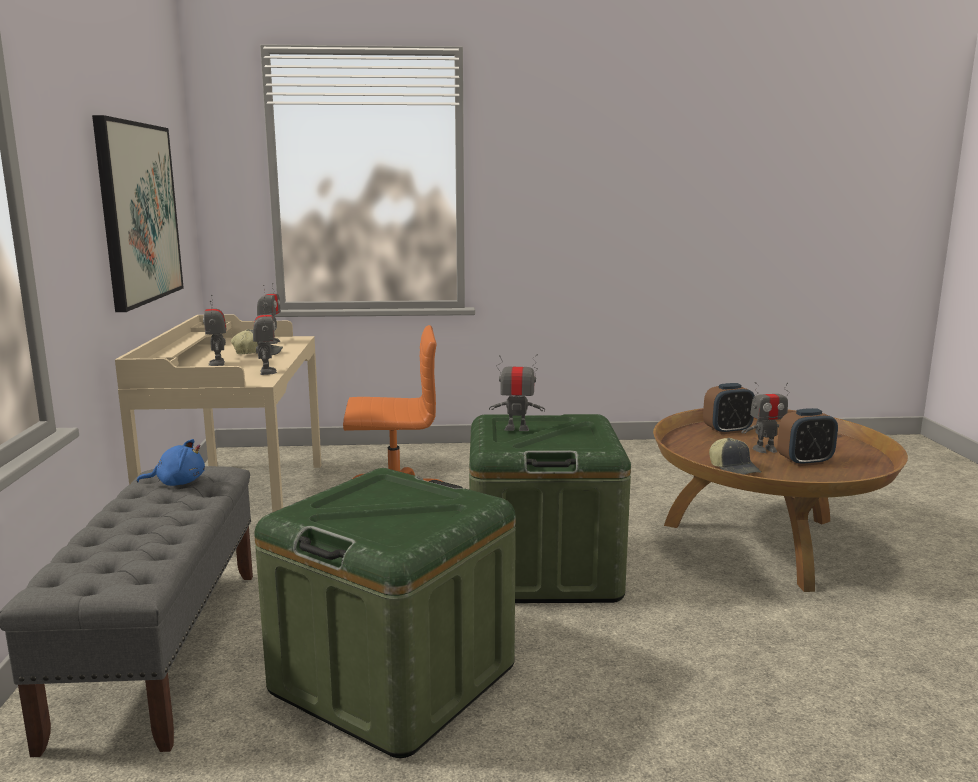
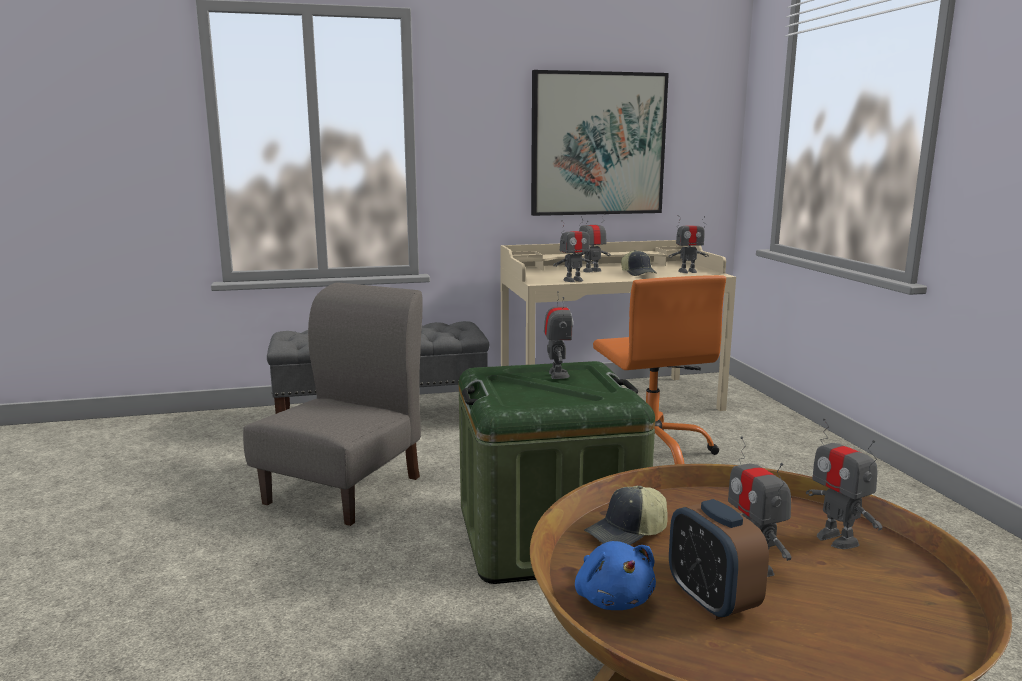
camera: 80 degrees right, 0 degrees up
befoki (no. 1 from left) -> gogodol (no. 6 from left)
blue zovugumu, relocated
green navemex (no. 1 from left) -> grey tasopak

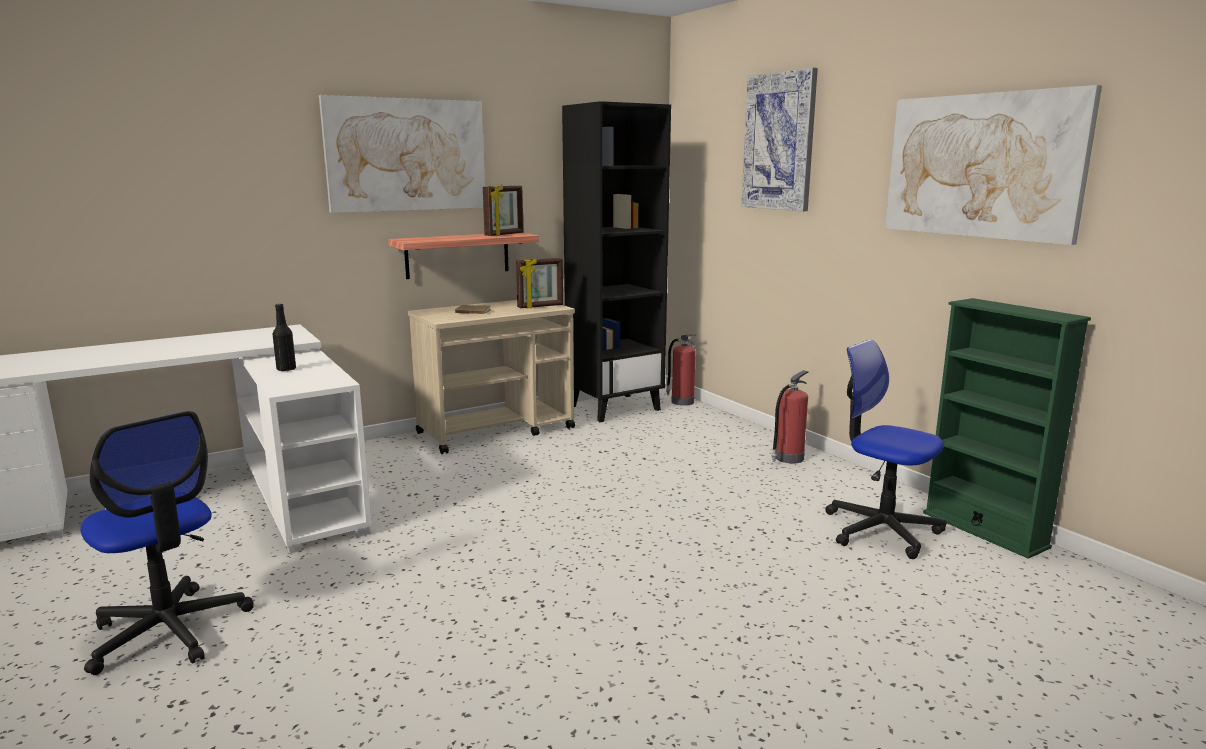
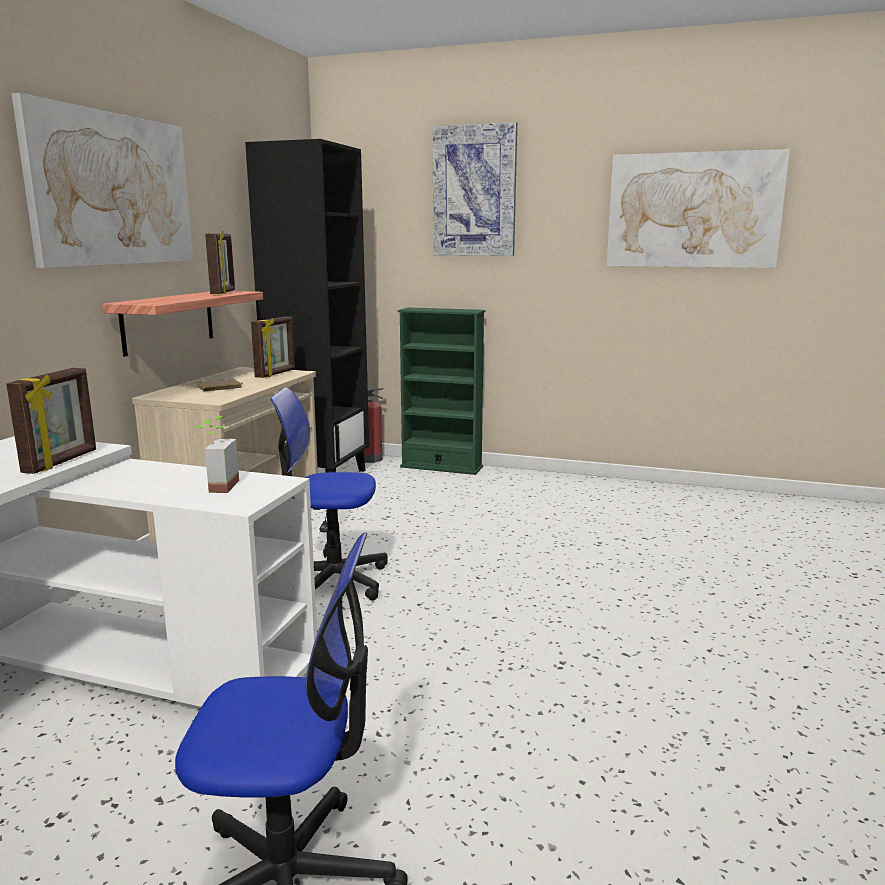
camera: 40 degrees left, 0 degrees up
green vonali, relocated
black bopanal -> none
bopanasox (no. 2 from left), relocated
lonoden (no. 2 from left) -> none
none -> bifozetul (no. 1 from left)
none -> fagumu

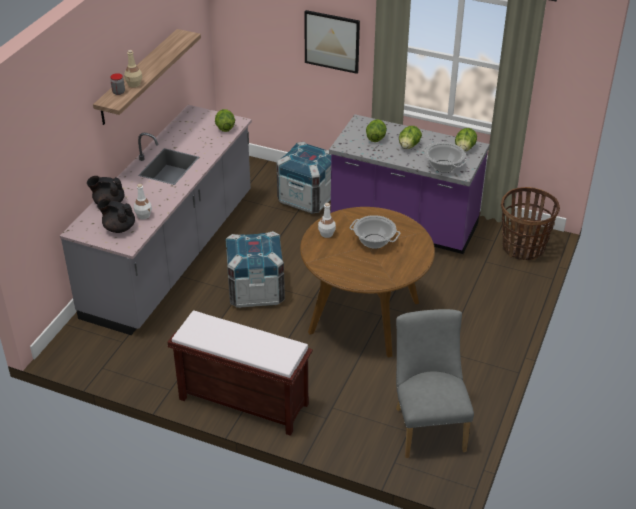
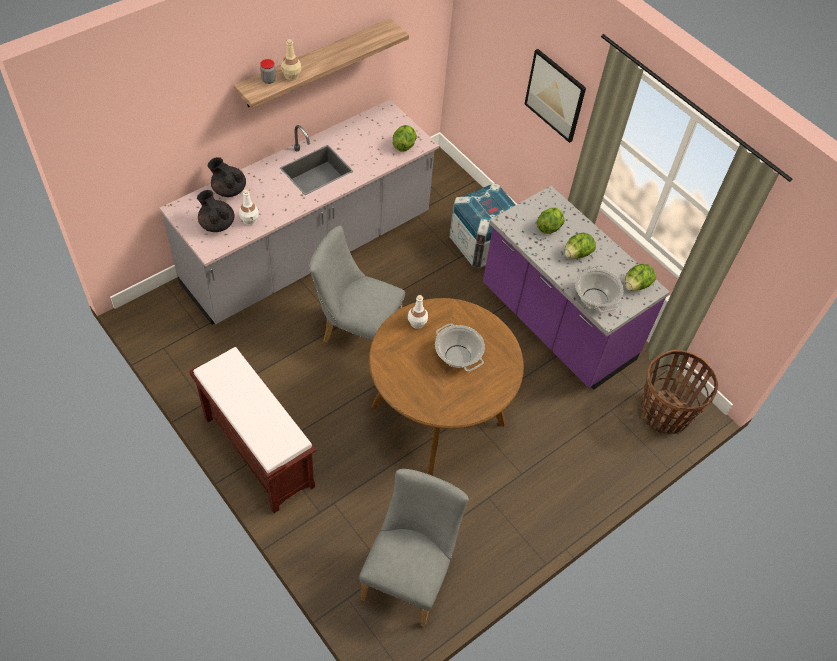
camera: 25 degrees right, 15 degrees up
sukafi (no. 1 from left) -> grey tasopak (no. 1 from left)

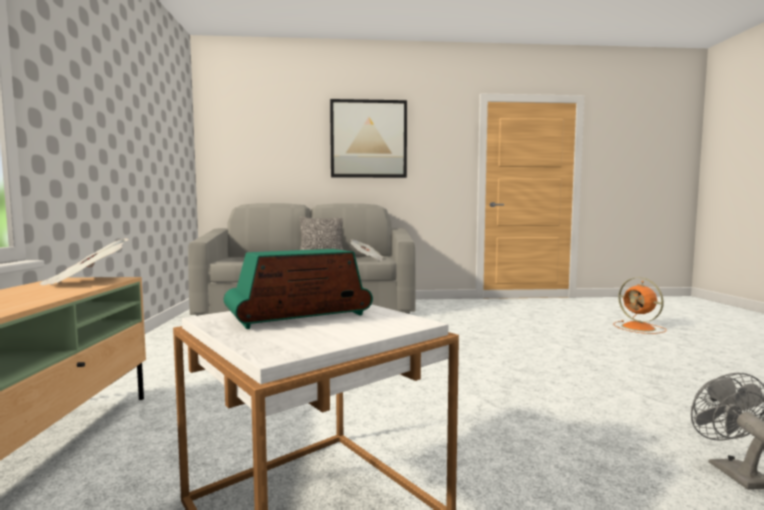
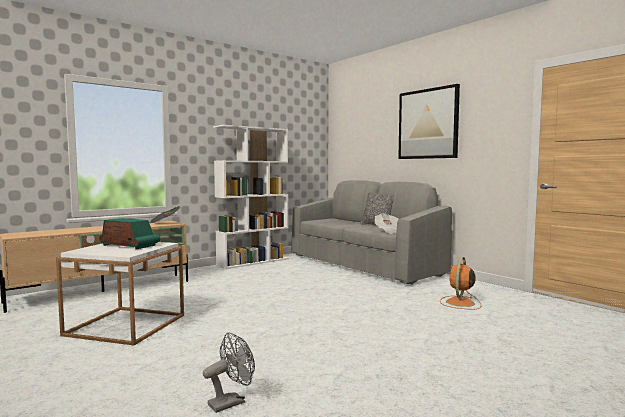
camera: 55 degrees right, 0 degrees up
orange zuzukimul, relocated
none -> white vonali

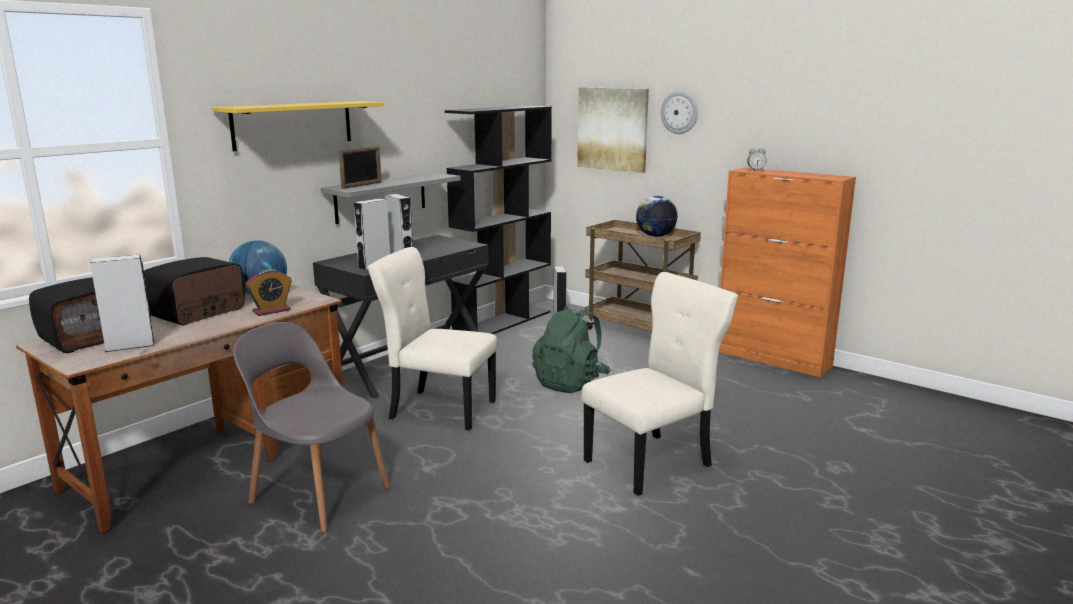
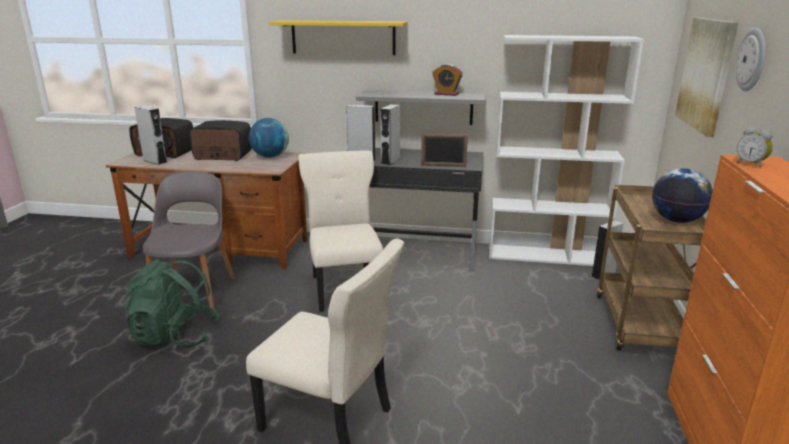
camera: 60 degrees right, 5 degrees up
black vonali -> white vonali
bifozetul, relocated
befoki (no. 1 from left), relocated
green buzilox, relocated

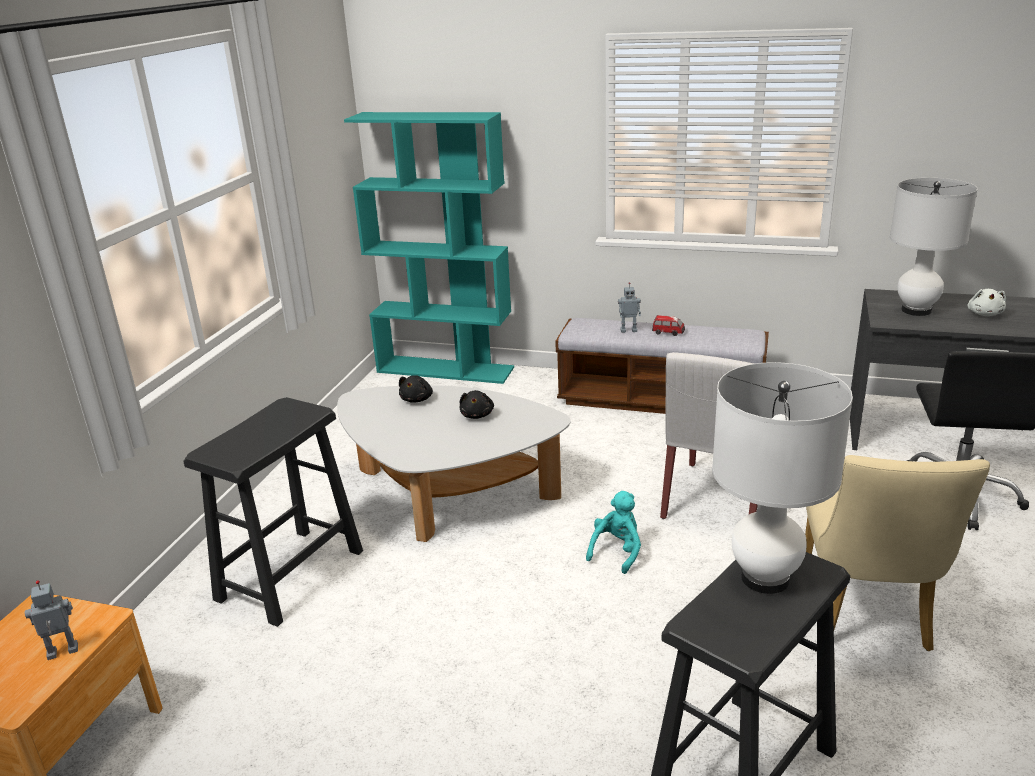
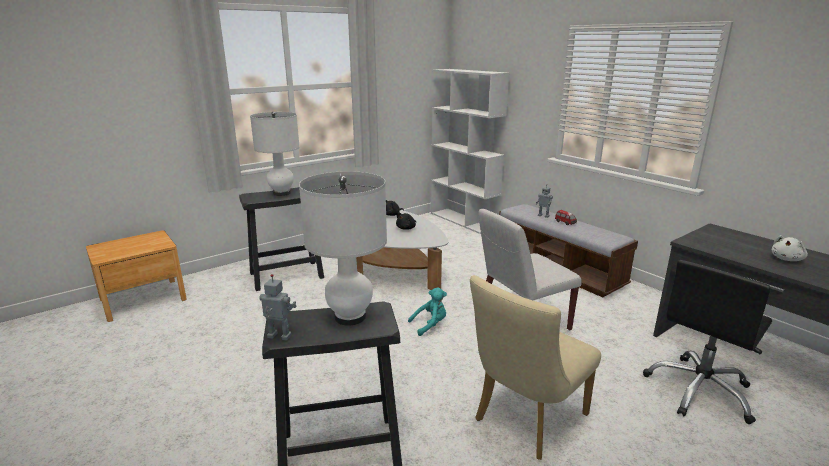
camera: 35 degrees right, 5 degrees down
turquoise vonali -> white vonali
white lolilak (no. 2 from left in the first image) -> white lolilak (no. 1 from left), relocated
gogodol (no. 1 from left), relocated

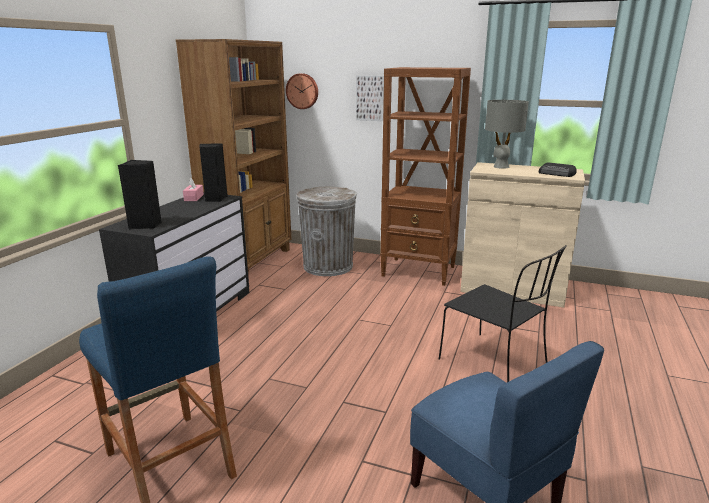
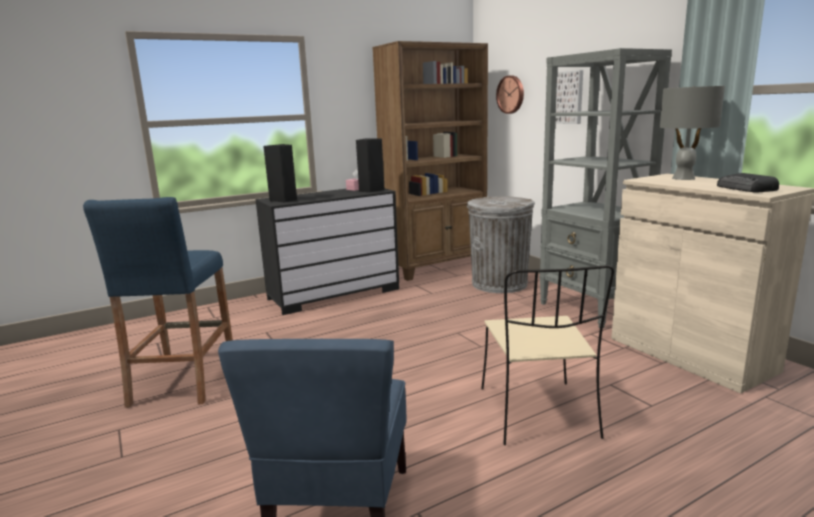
camera: 40 degrees right, 5 degrees down
brown vonali (no. 2 from left) -> grey vonali
black tasopak -> beige tasopak

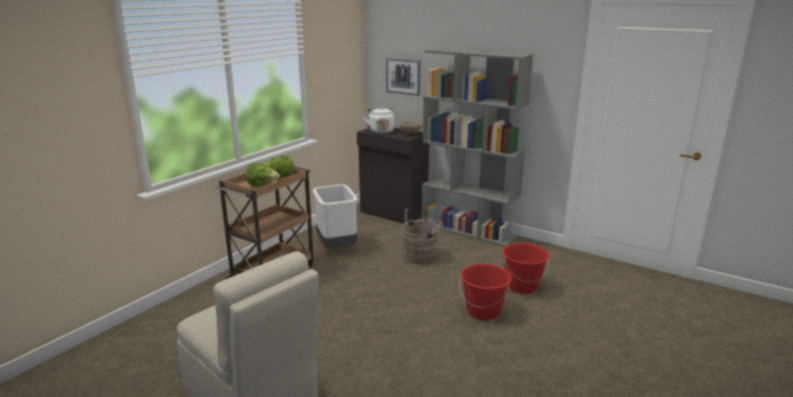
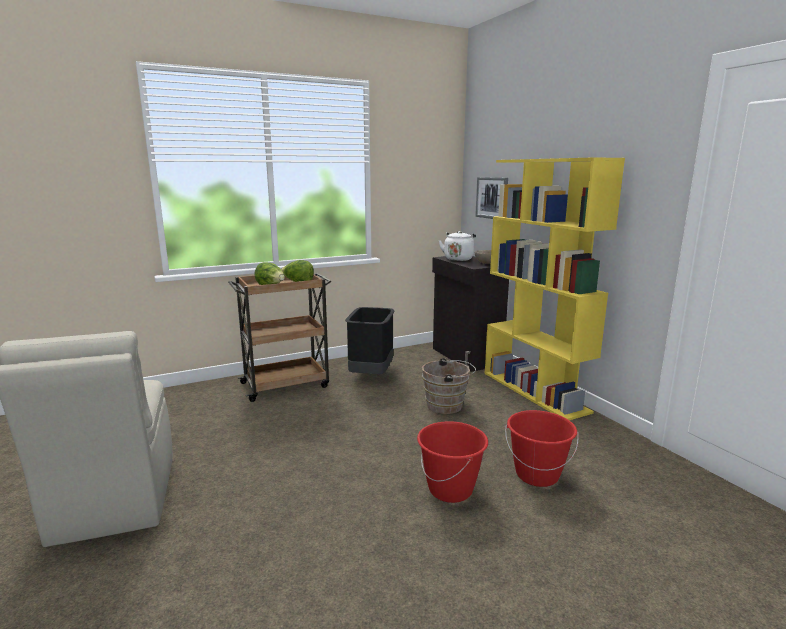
camera: 30 degrees right, 5 degrees down
grey vonali -> yellow vonali
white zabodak -> black zabodak

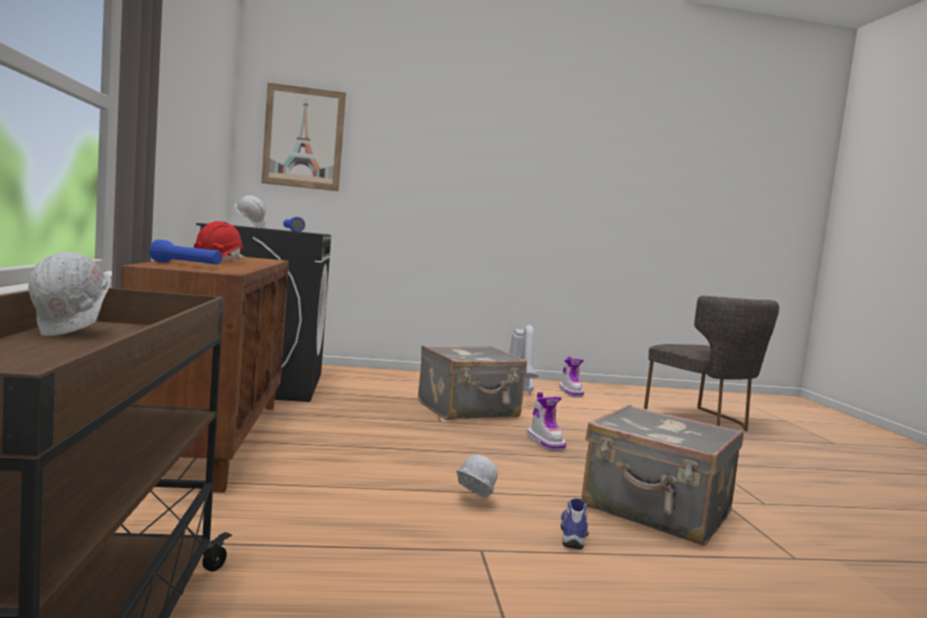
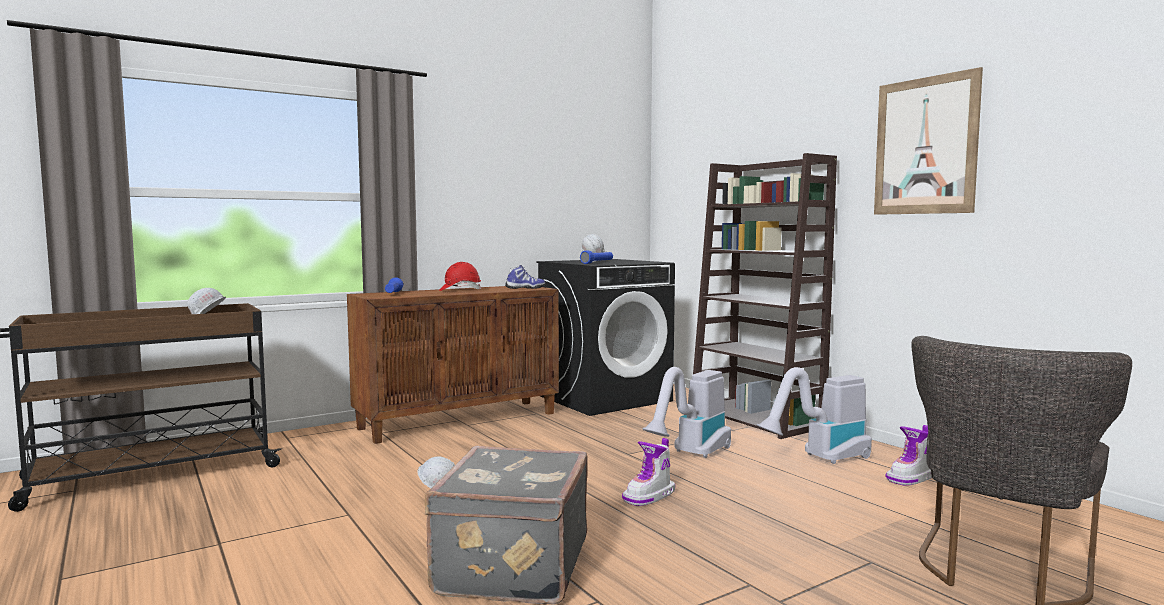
camera: 65 degrees right, 0 degrees up
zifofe, relocated
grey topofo (no. 1 from left) -> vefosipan (no. 1 from left)
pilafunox, relocated
none -> brown vonali

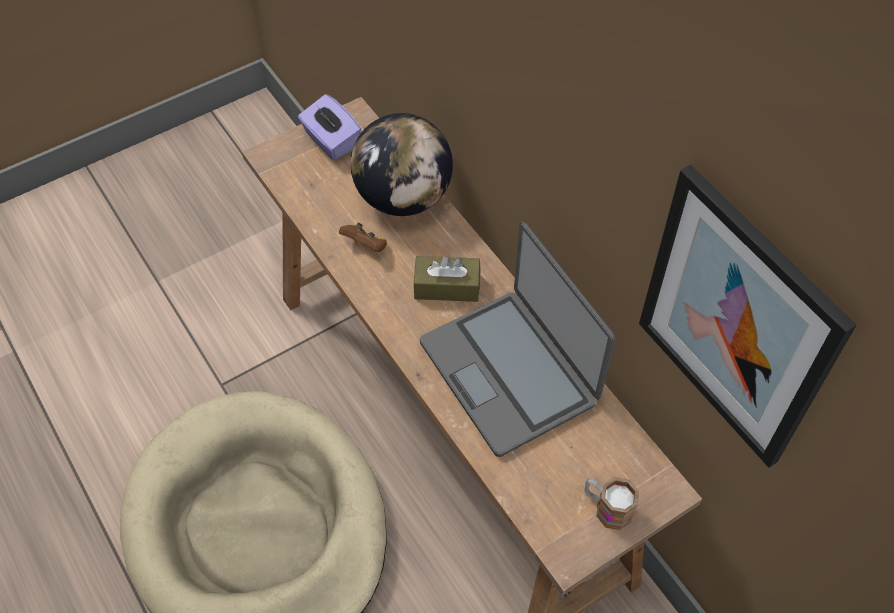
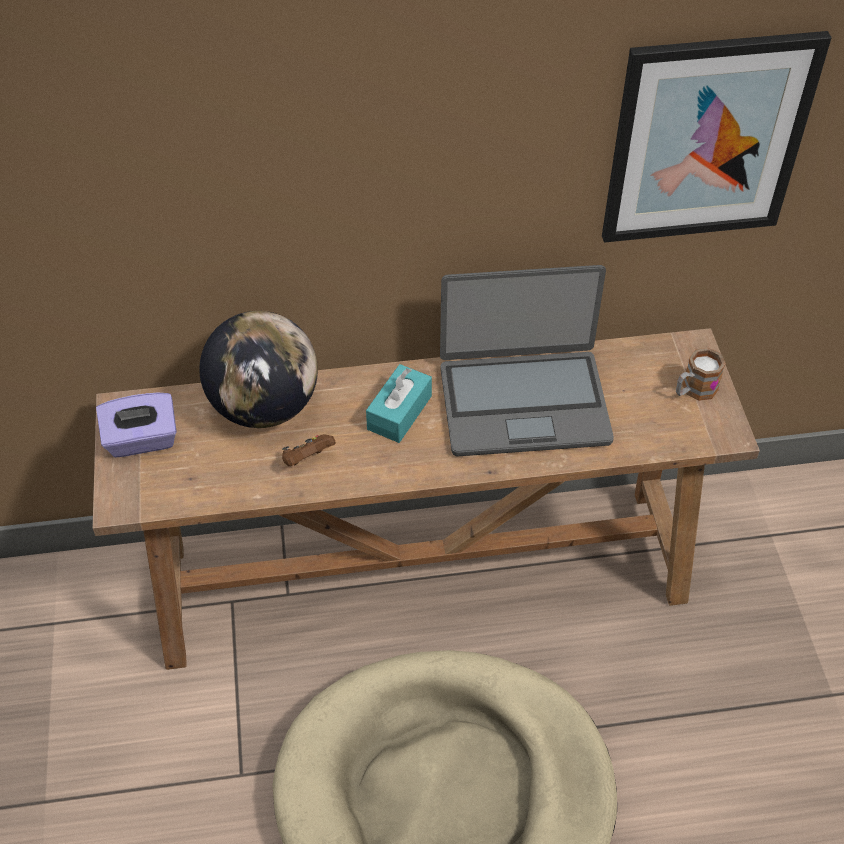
camera: 65 degrees left, 5 degrees down
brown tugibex -> turquoise tugibex

